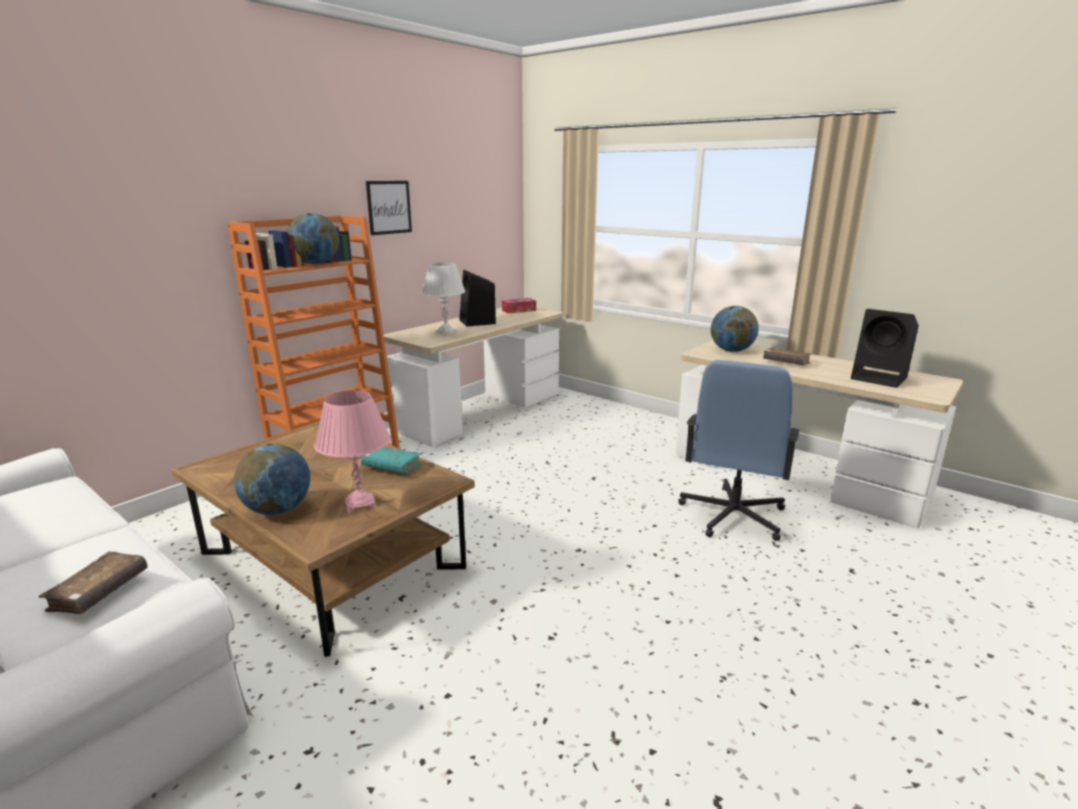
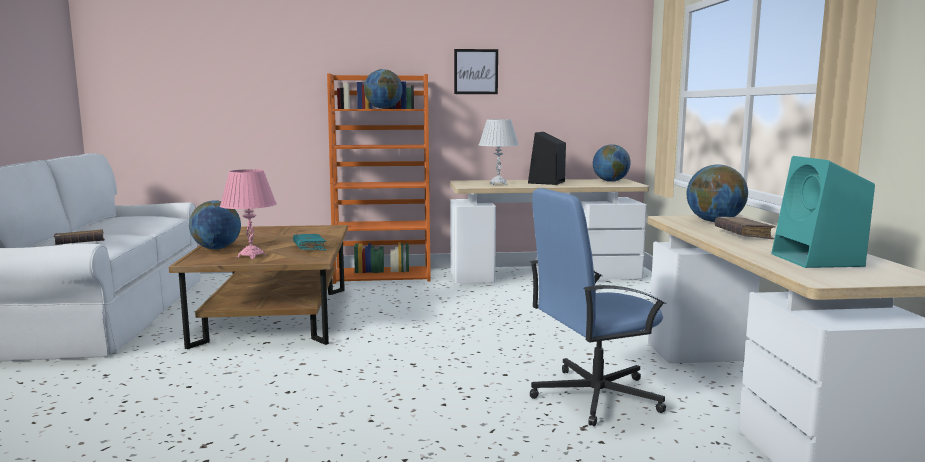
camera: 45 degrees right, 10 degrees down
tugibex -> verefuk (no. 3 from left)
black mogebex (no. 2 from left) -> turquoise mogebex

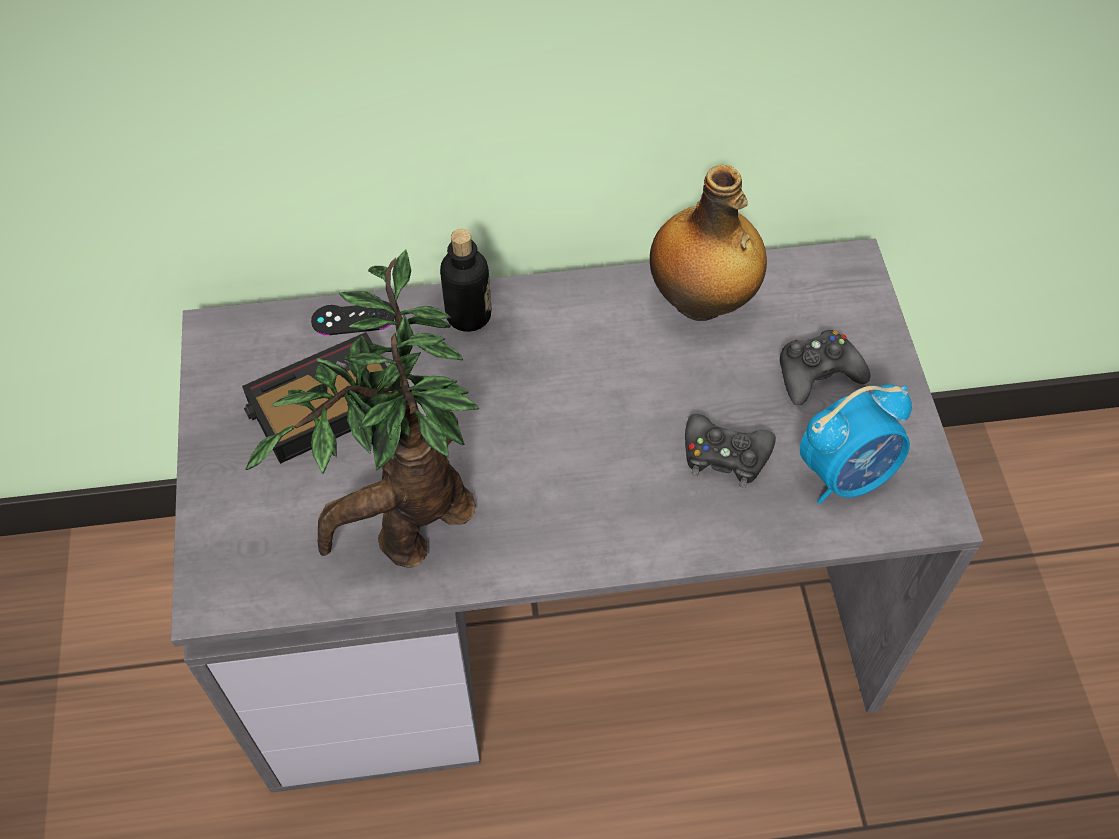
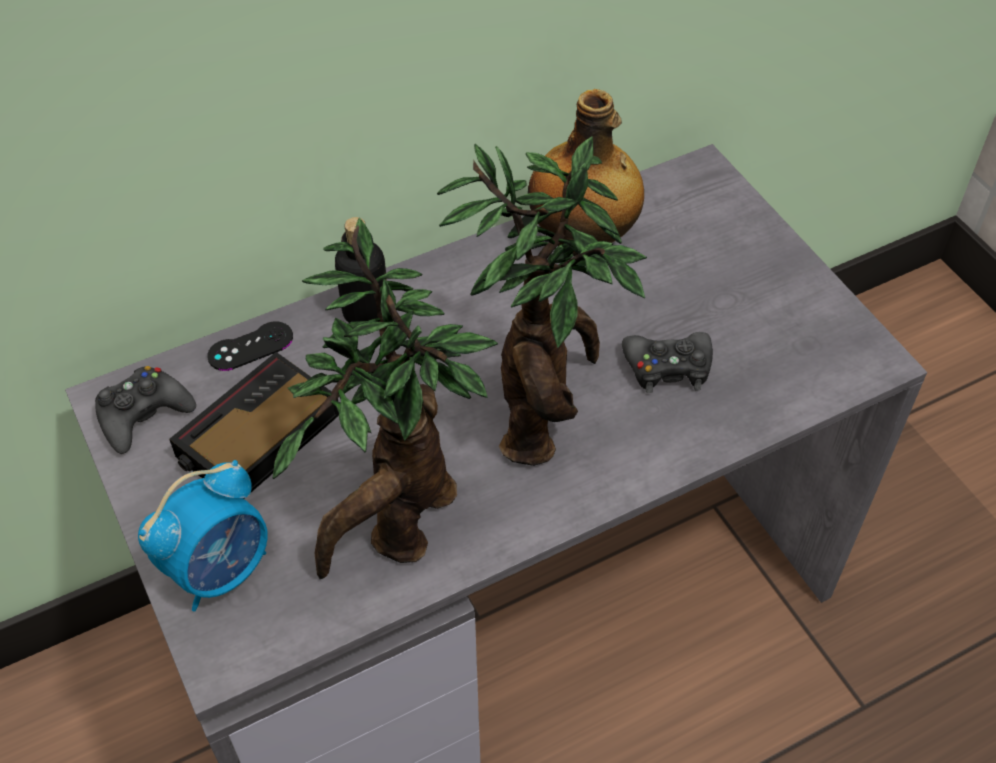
camera: 20 degrees left, 5 degrees down
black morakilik (no. 3 from left in the first image) -> black morakilik (no. 1 from left), relocated
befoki (no. 2 from left in the first image) -> befoki (no. 1 from left), relocated
none -> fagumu (no. 2 from left)

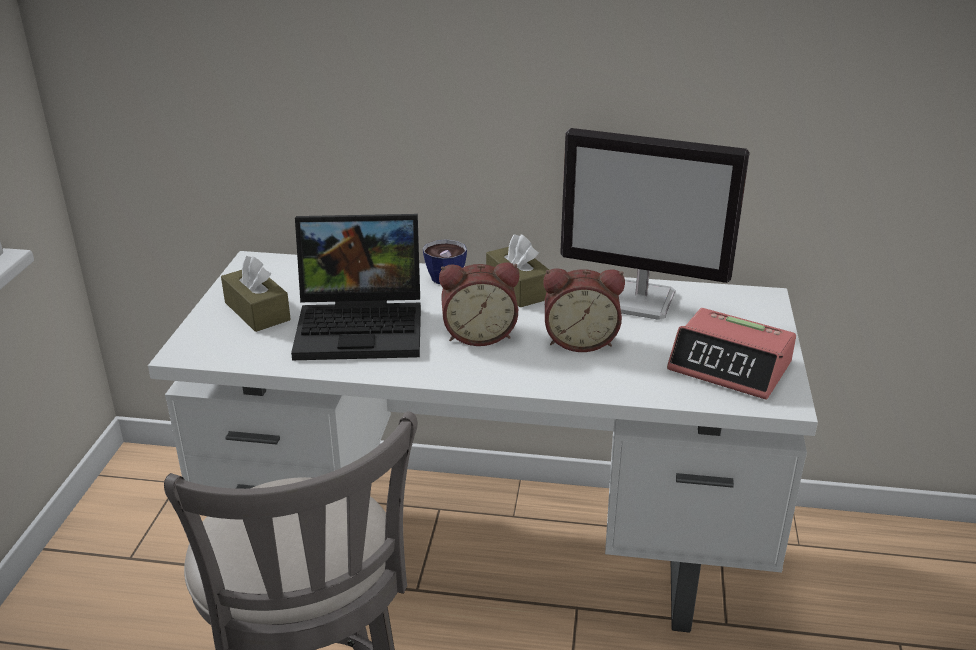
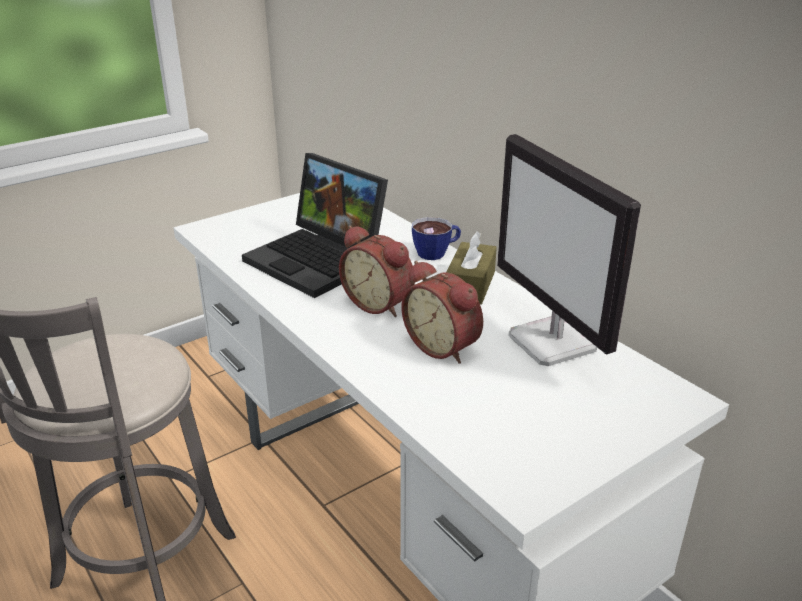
camera: 45 degrees right, 0 degrees up
brown tugibex (no. 1 from left) -> none
befoki (no. 3 from left) -> none

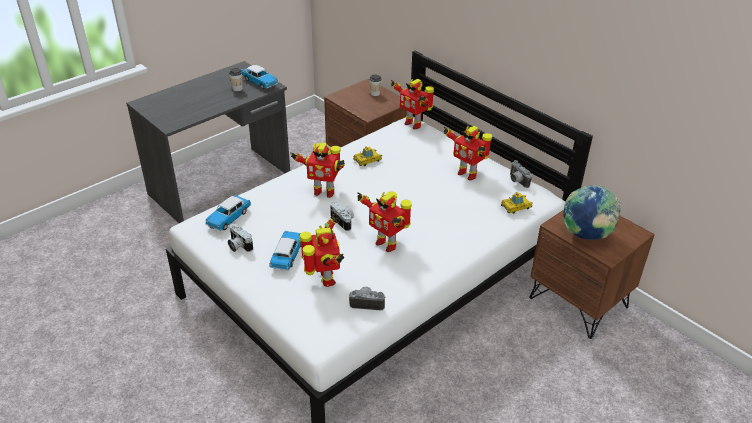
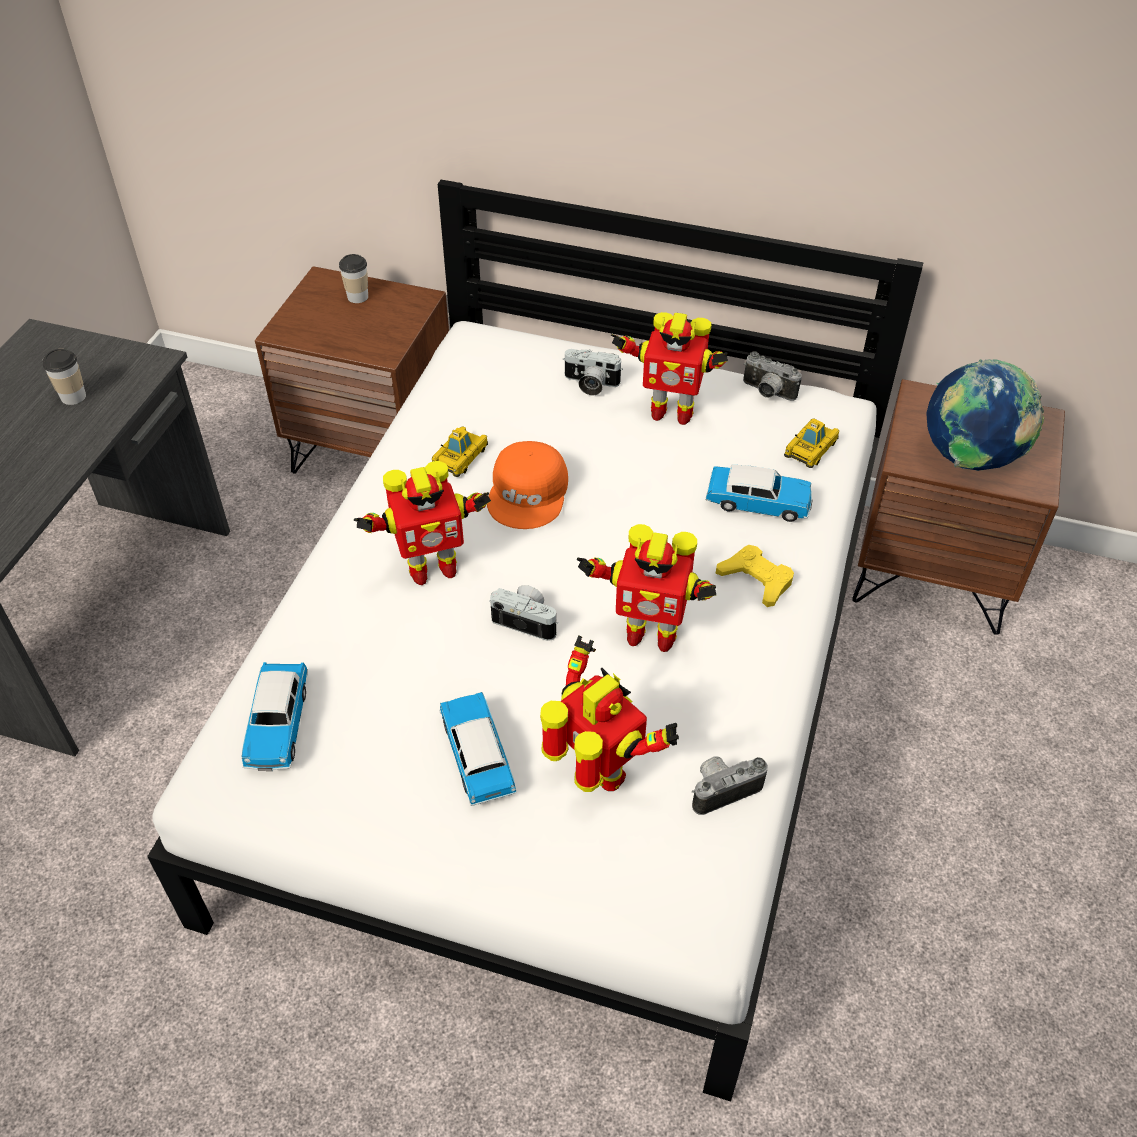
camera: 30 degrees left, 10 degrees up
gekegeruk (no. 2 from left in the first image) -> gekegeruk (no. 4 from left), relocated
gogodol (no. 4 from left) -> none
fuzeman (no. 1 from left in the first image) -> fuzeman (no. 2 from left), relocated
none -> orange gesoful
none -> yellow morakilik

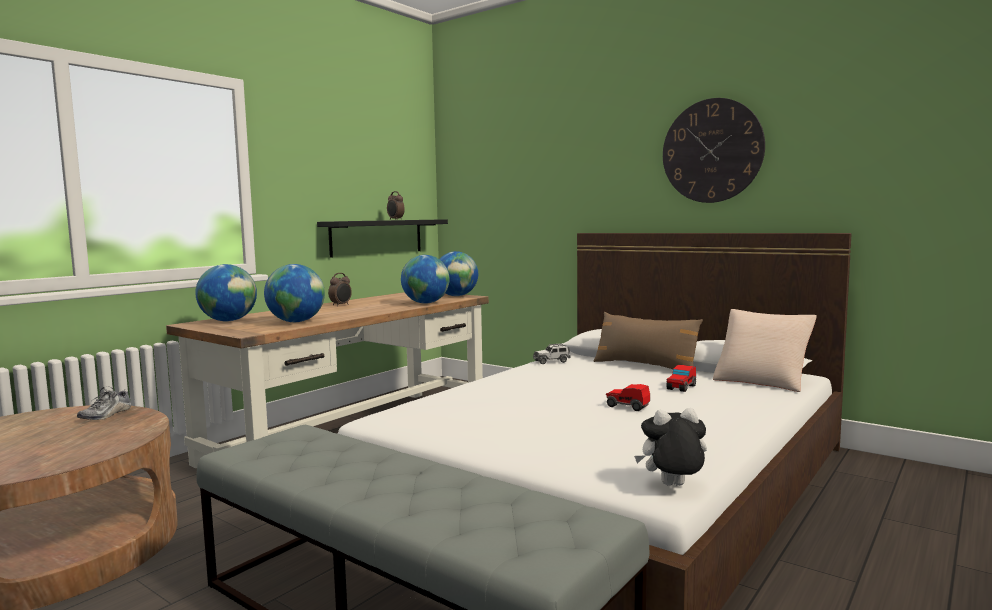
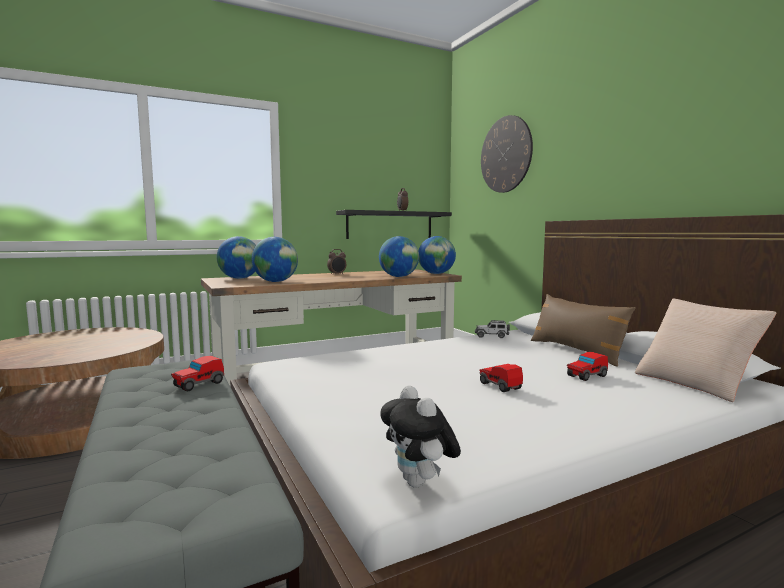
camera: 25 degrees right, 0 degrees up
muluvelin, relocated
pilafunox -> none
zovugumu, 135 degrees counterclockwise
none -> gekegeruk (no. 1 from left)

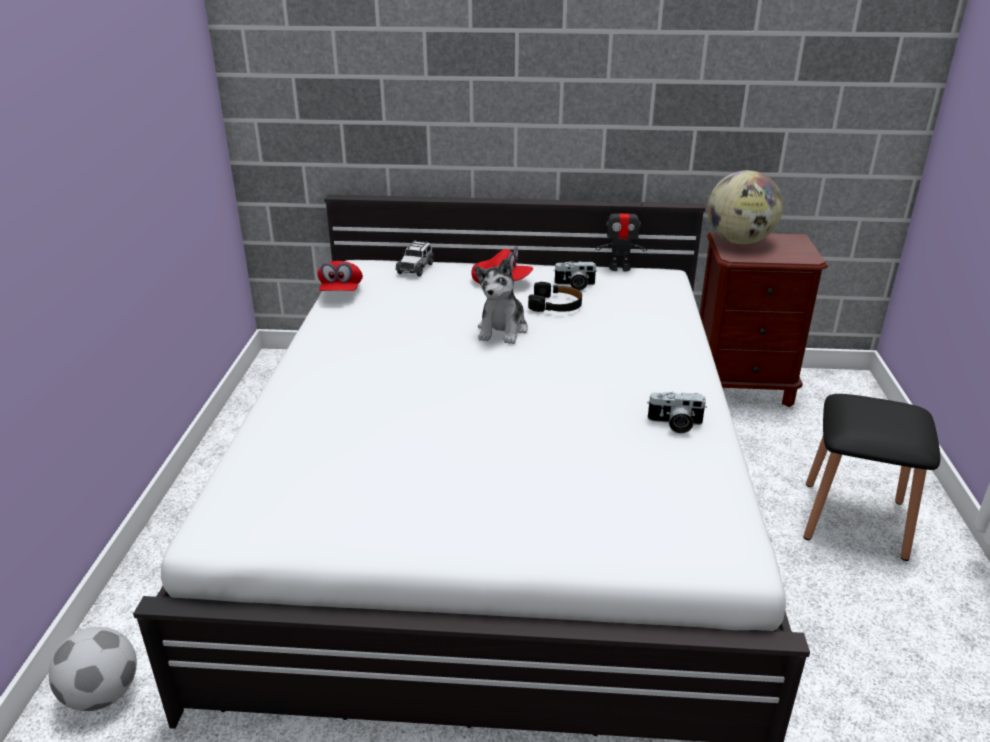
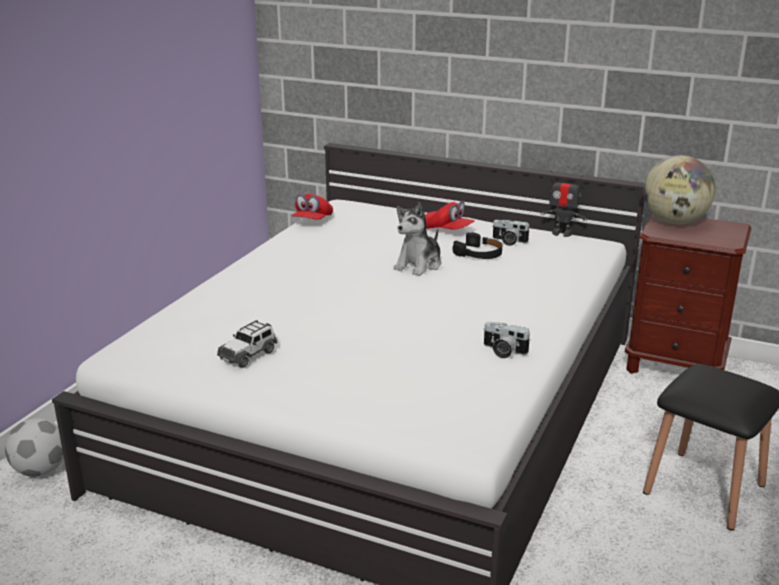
camera: 20 degrees right, 5 degrees down
gekegeruk, relocated

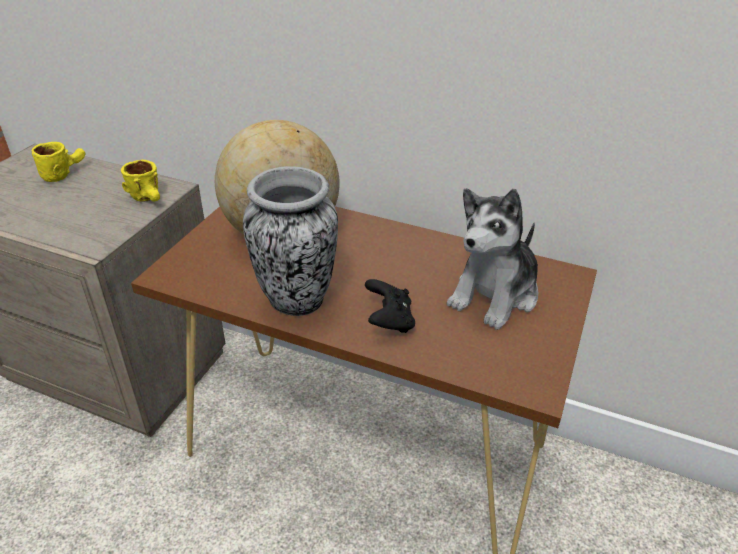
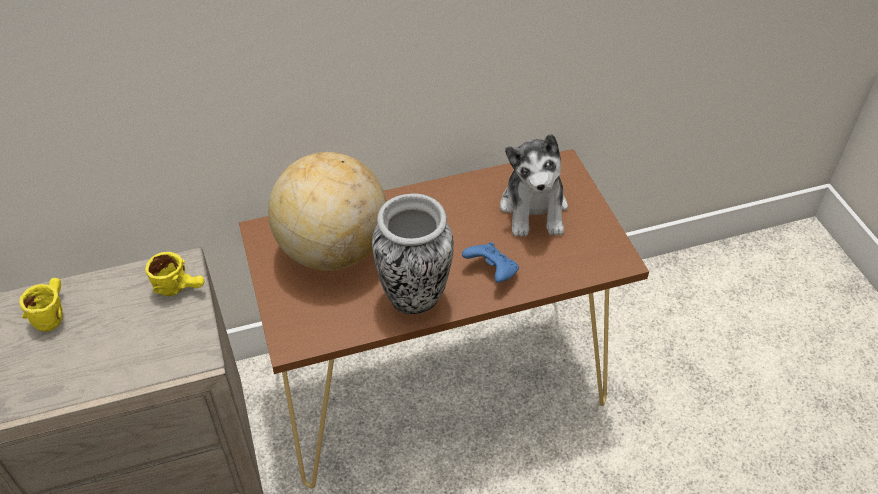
camera: 40 degrees left, 10 degrees up
black morakilik -> blue morakilik

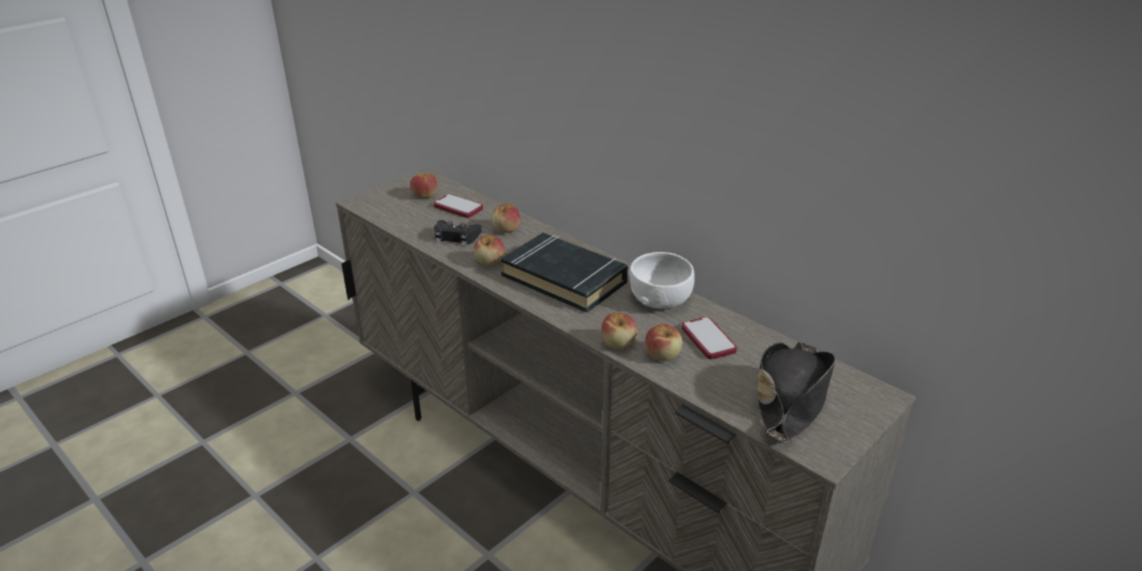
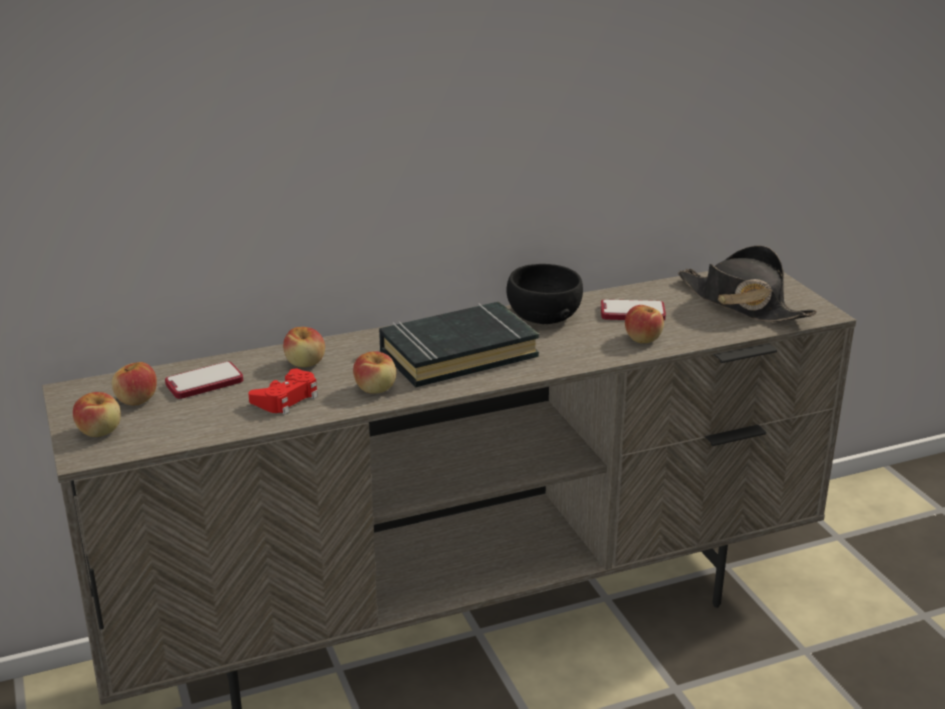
camera: 65 degrees left, 5 degrees down
black morakilik -> red morakilik
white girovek -> black girovek
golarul (no. 4 from left in the first image) -> golarul (no. 1 from left), relocated

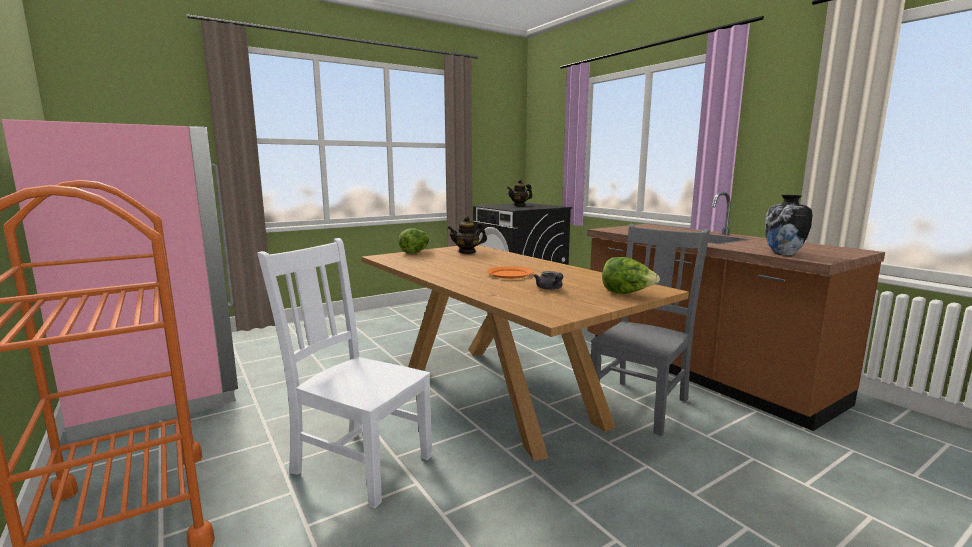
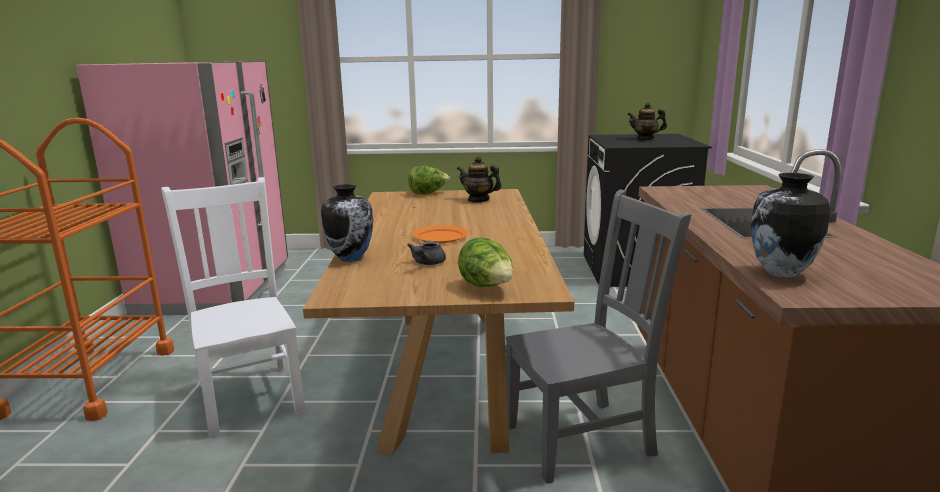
camera: 35 degrees right, 5 degrees up
none -> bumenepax (no. 1 from left)

